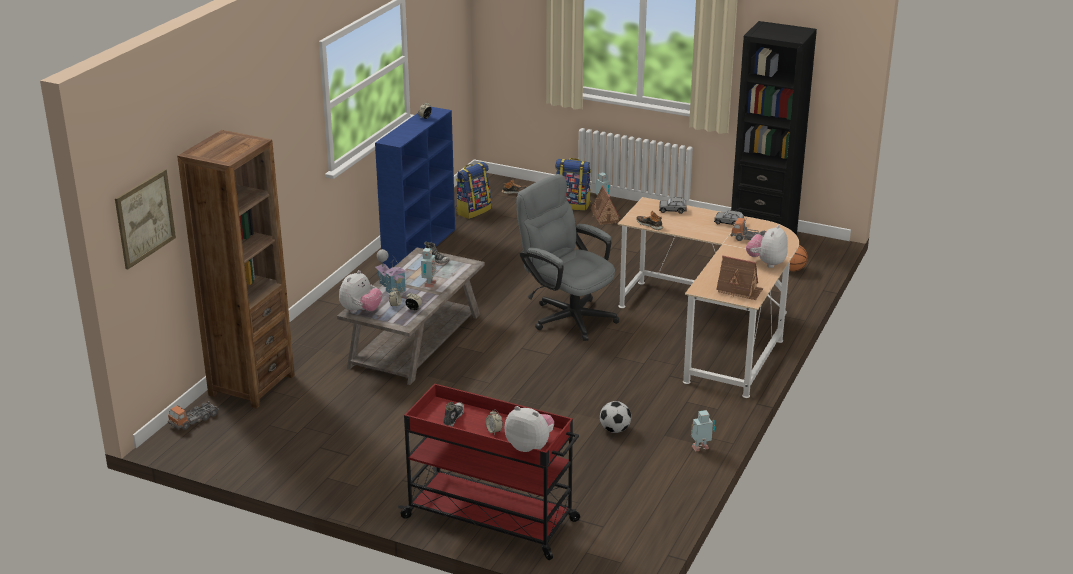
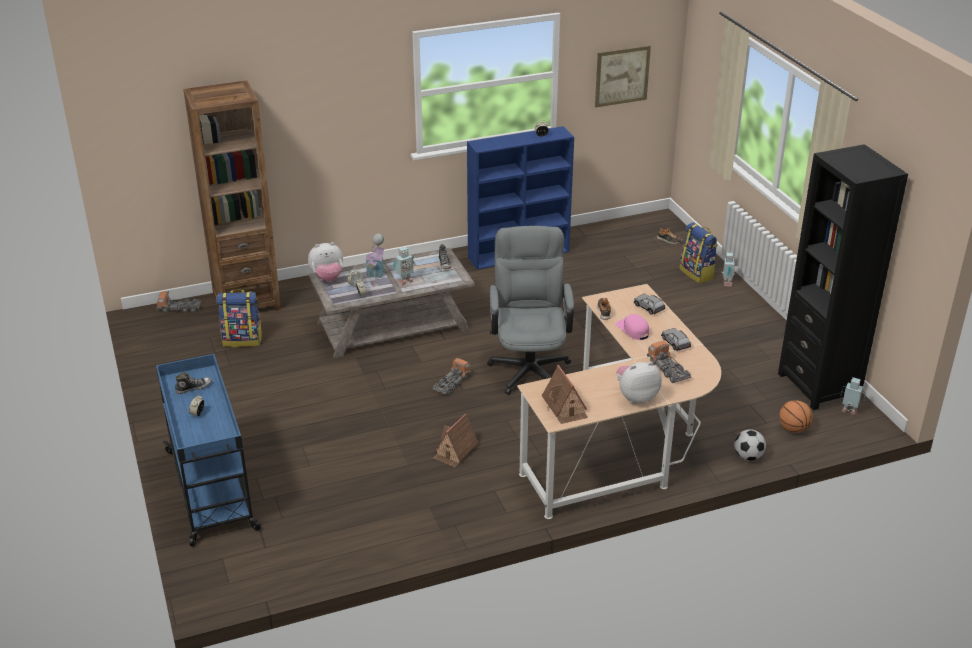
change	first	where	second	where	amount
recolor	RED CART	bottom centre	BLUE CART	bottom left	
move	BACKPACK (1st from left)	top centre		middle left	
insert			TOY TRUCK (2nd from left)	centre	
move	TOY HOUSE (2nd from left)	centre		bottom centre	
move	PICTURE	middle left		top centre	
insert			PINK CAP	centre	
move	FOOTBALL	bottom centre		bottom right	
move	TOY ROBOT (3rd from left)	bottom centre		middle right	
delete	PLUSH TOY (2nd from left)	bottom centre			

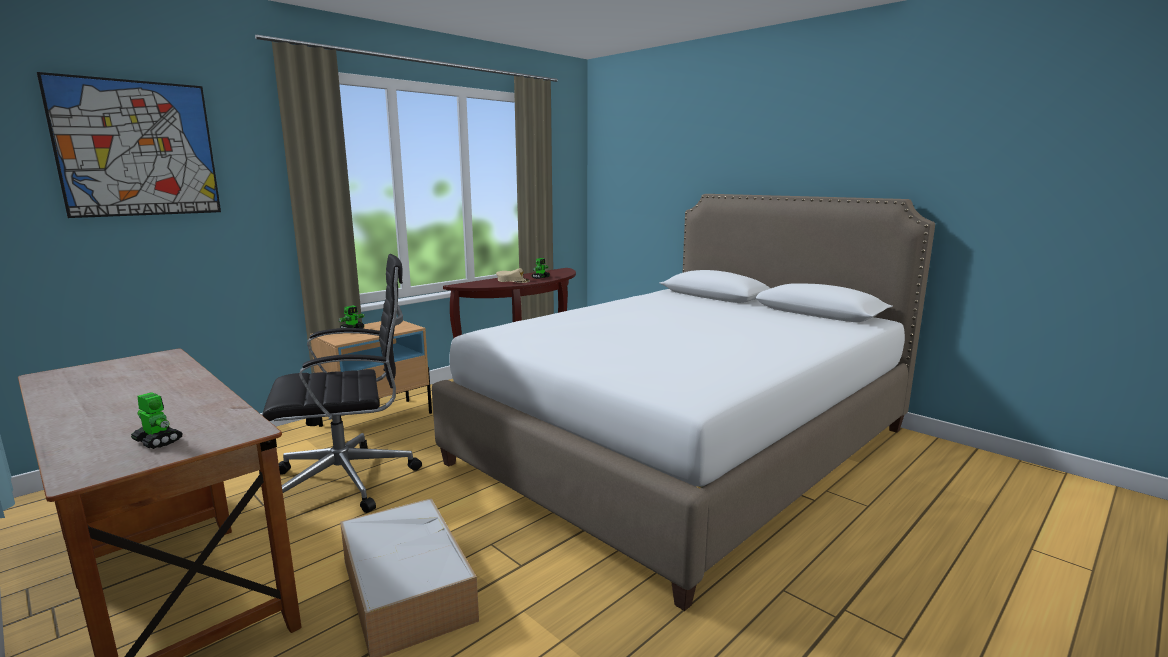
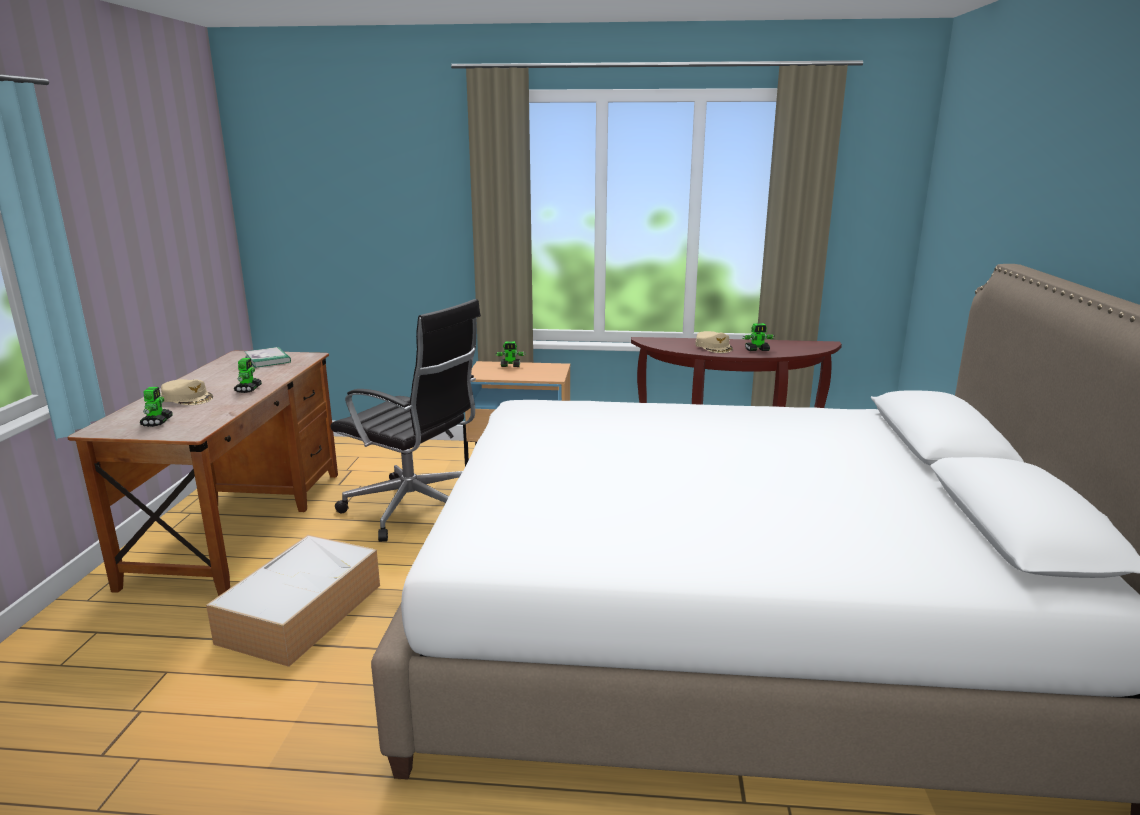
change	first	where	second	where	amount
insert			BEIGE CAP (1st from left)	middle left	
insert			TOY ROBOT (2nd from left)	middle left	
insert			BOOK	middle left	
delete	PICTURE	top left			

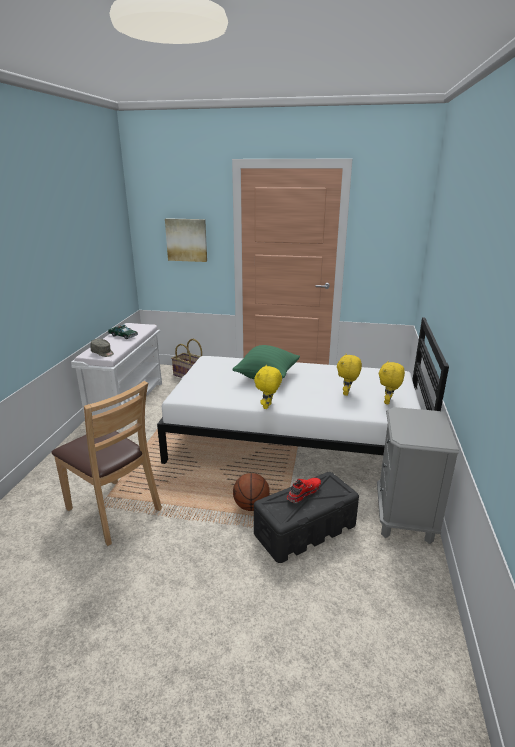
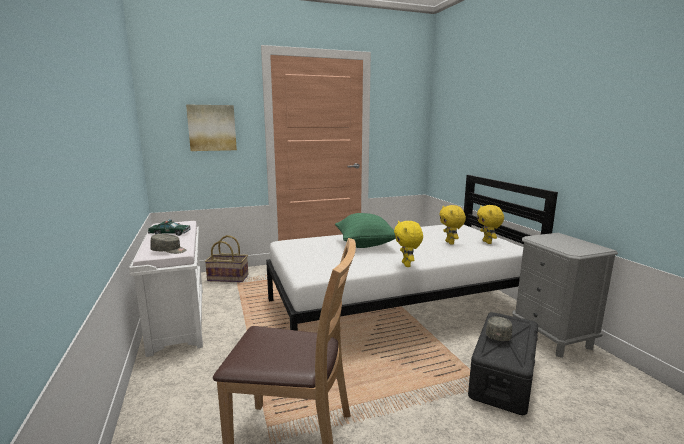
change	first	where	second	where	amount
replace	RED SHOE	centre	GREY CAP (2nd from left)	bottom right	
delete	BASKETBALL	centre			

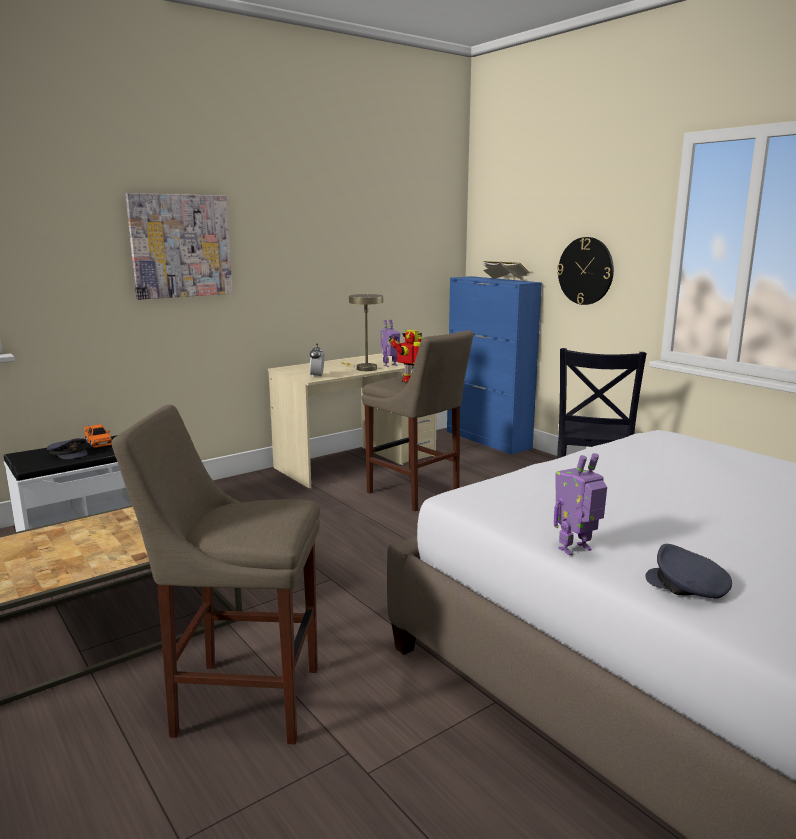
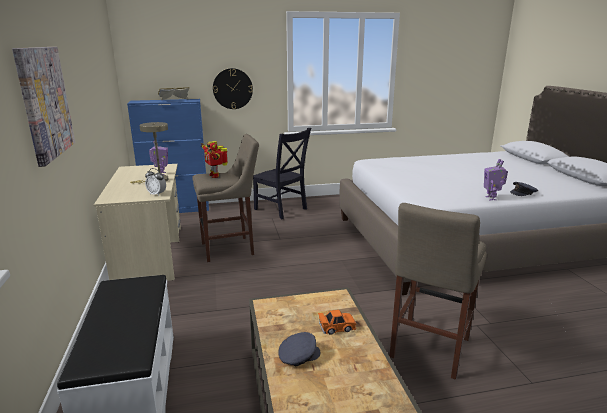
change	first	where	second	where	amount
move	GREY CAP (1st from left)	middle left		bottom centre	
move	ORANGE TOY CAR	middle left		bottom centre	

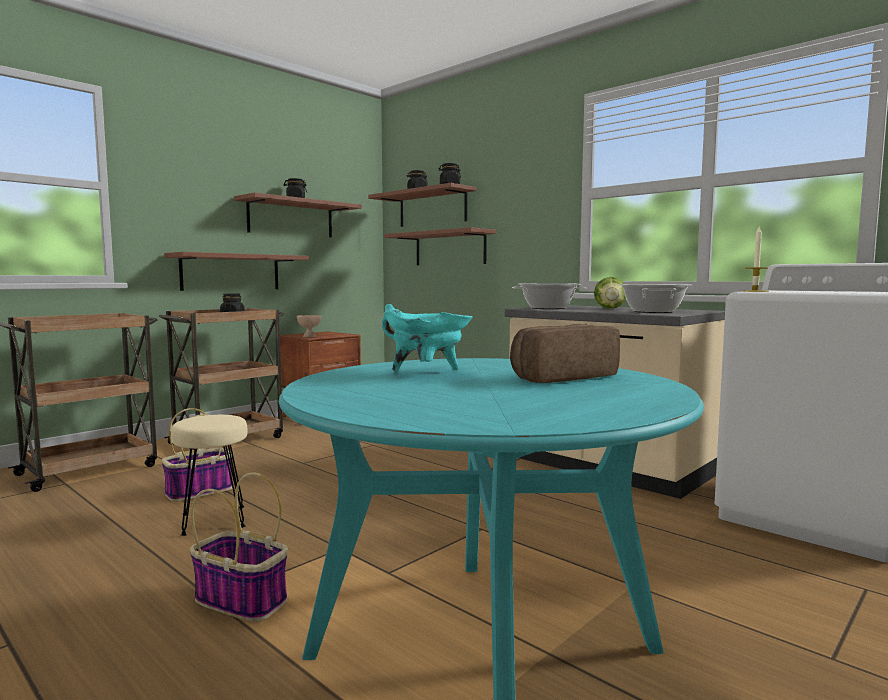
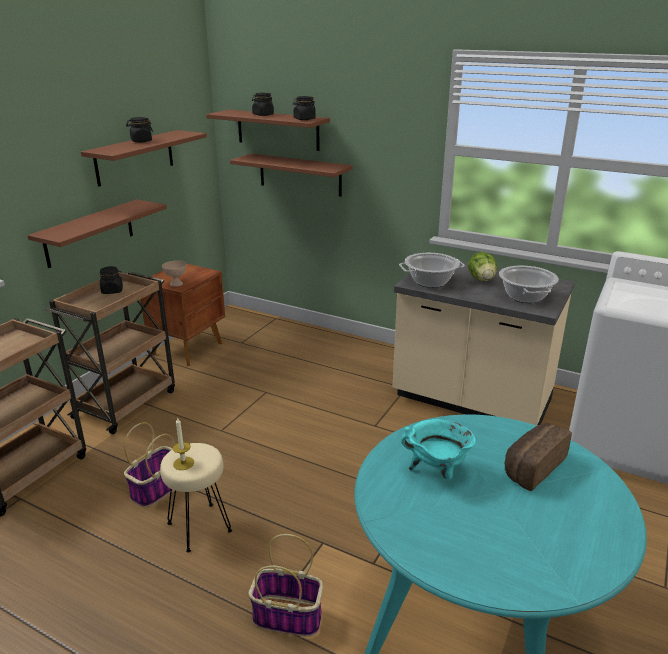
change	first	where	second	where	amount
move	CANDLE	middle right		bottom left	

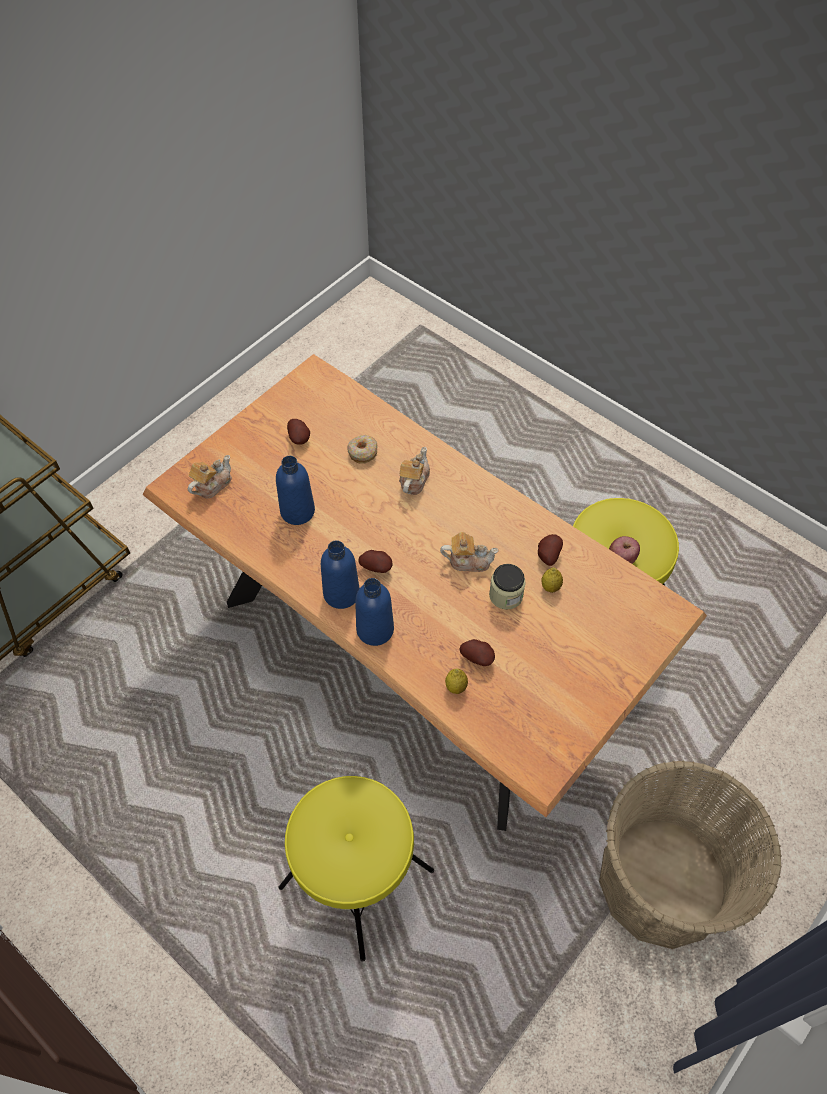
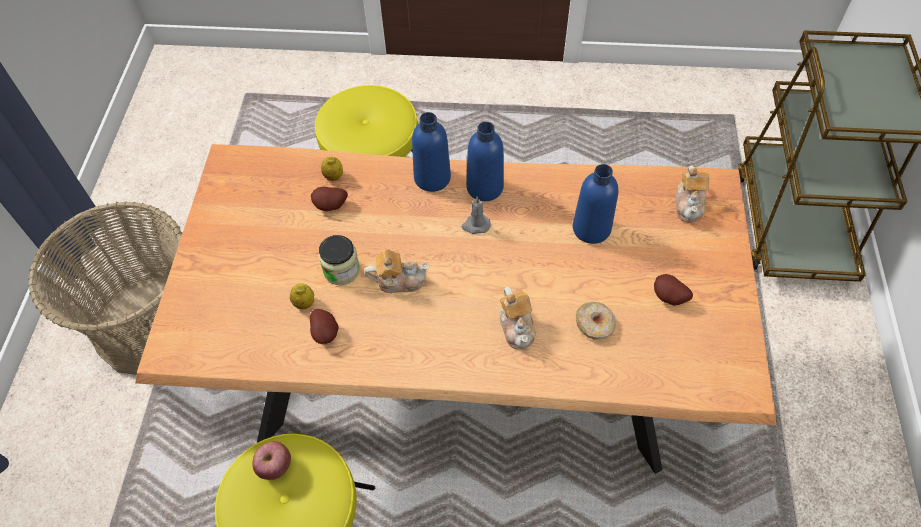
change	first	where	second	where	amount
rotate	TEAPOT (3rd from left in the first image)	centre	TEAPOT (1st from left)	centre	150 degrees counterclockwise
replace	POTATO (2nd from left)	centre	GREY CANDLE	centre	

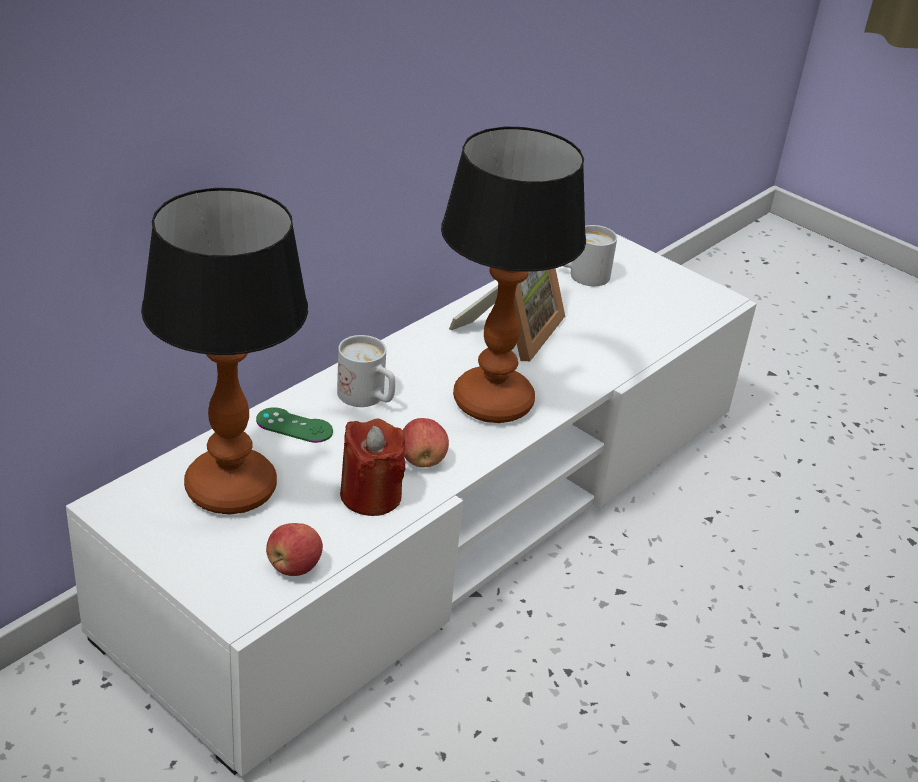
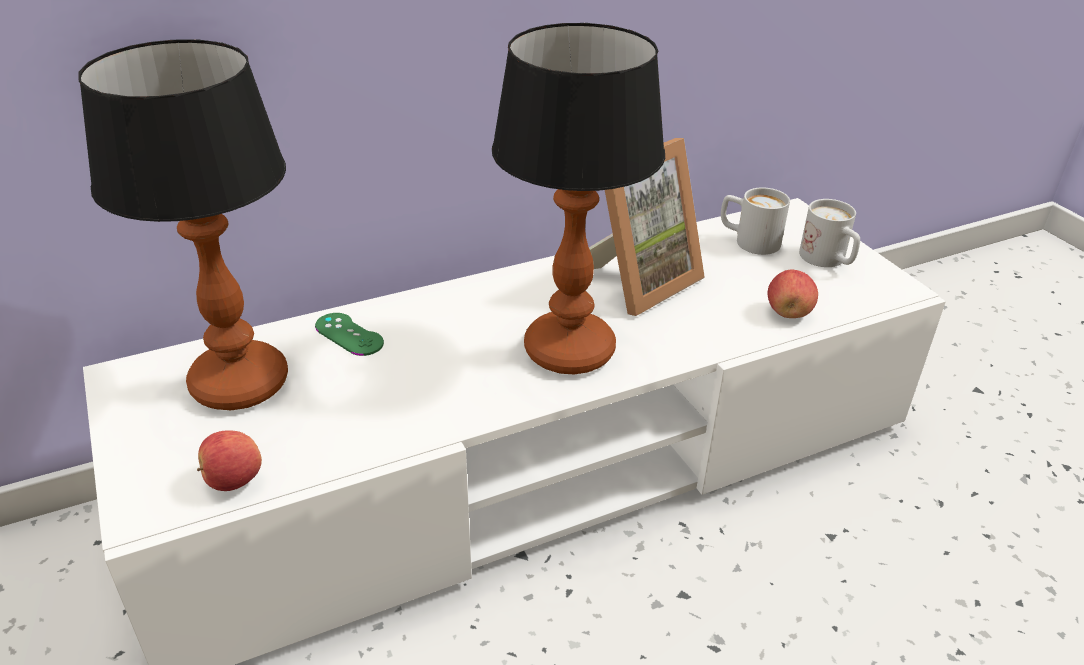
change	first	where	second	where	amount
move	APPLE (2nd from left)	centre		middle right	
move	WHITE MUG (1st from left in the first image)	centre	WHITE MUG (2nd from left)	middle right	
delete	RED CANDLE	centre			

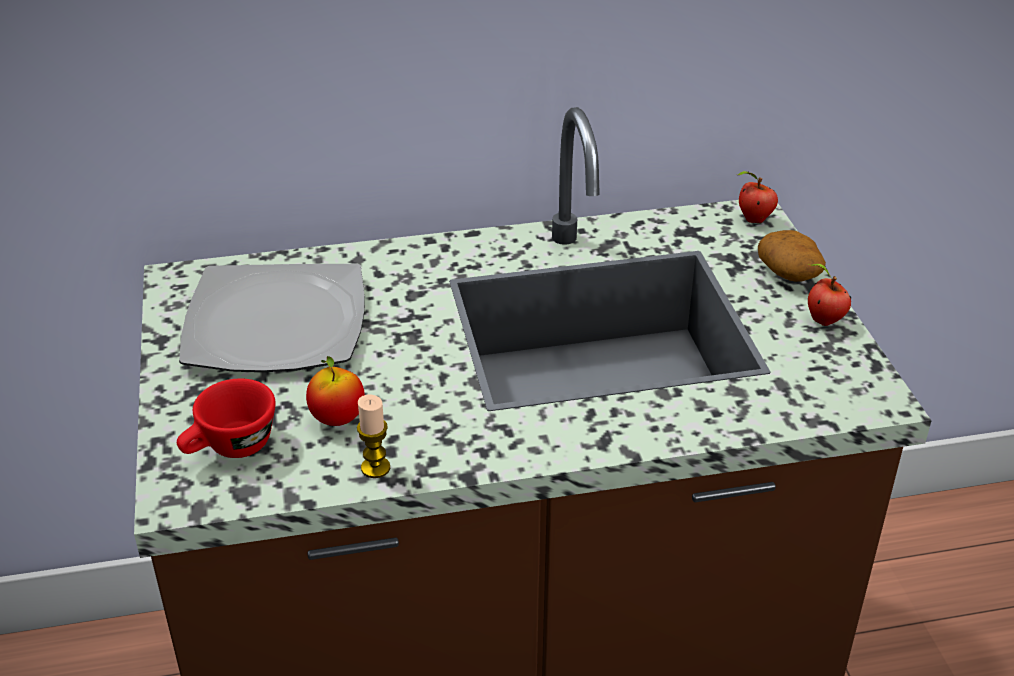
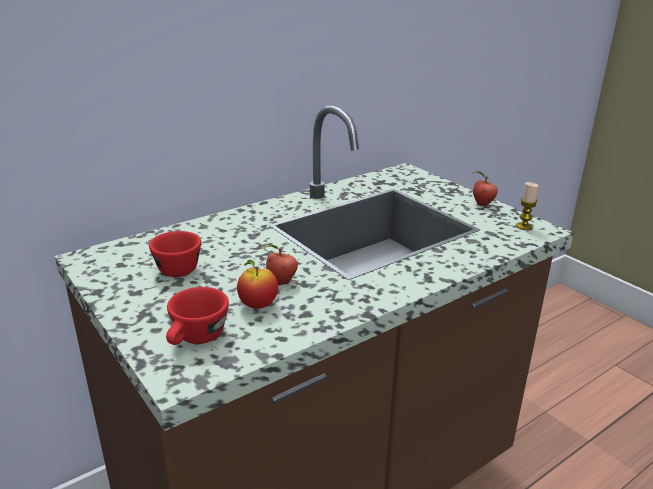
change	first	where	second	where	amount
replace	PLATE	middle left	RED CUP (1st from left)	middle left	
move	APPLE (2nd from left)	top right		centre	
move	CANDLE	centre		middle right	
delete	POTATO	middle right			

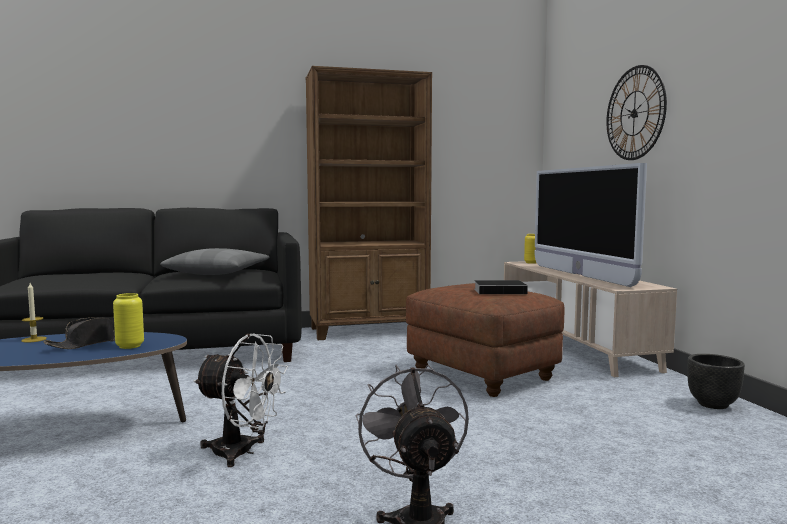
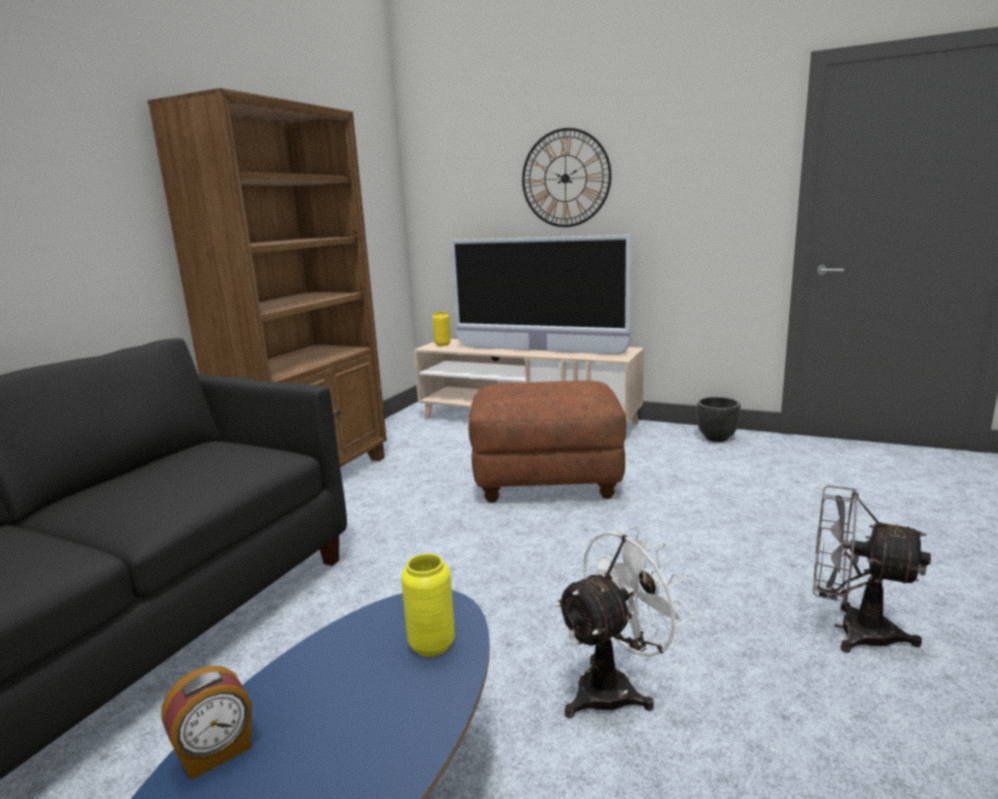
change	first	where	second	where	amount
replace	CANDLE	middle left	ALARM CLOCK	bottom left	
delete	BLACK HAT	middle left			
delete	GREY PILLOW	middle left			
delete	BOOK	centre			

